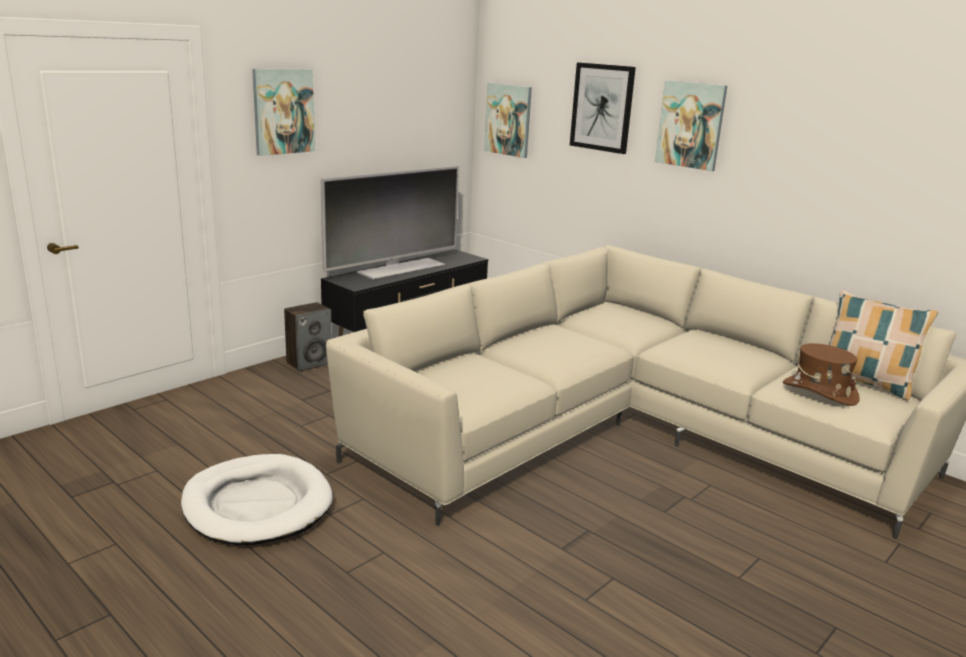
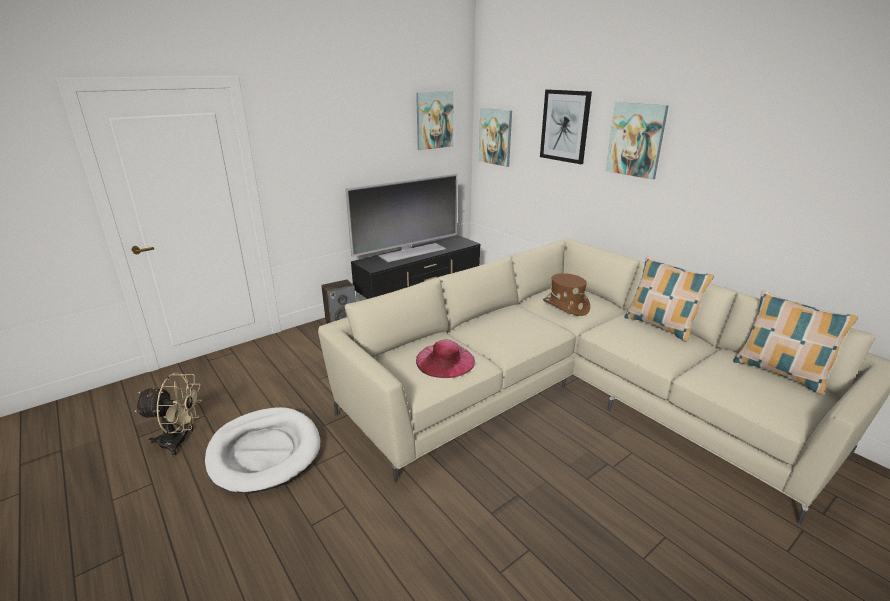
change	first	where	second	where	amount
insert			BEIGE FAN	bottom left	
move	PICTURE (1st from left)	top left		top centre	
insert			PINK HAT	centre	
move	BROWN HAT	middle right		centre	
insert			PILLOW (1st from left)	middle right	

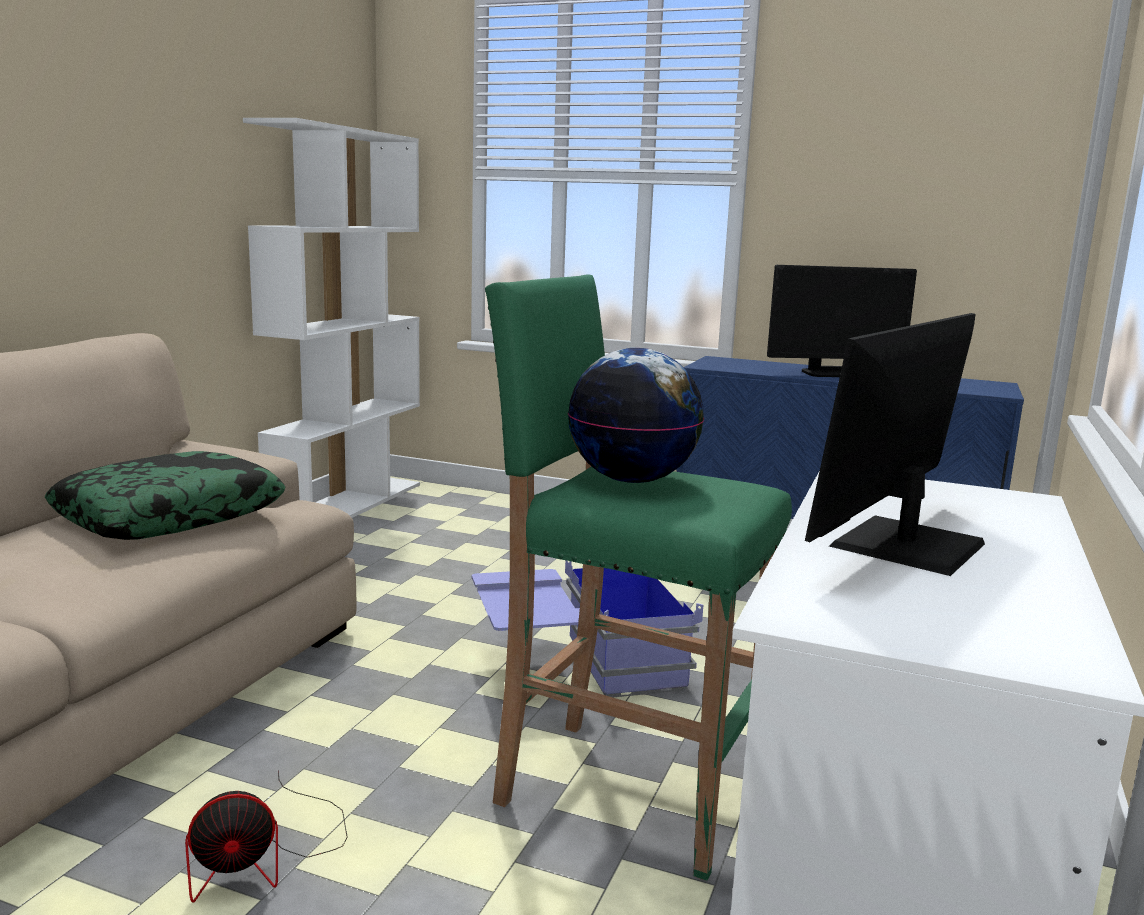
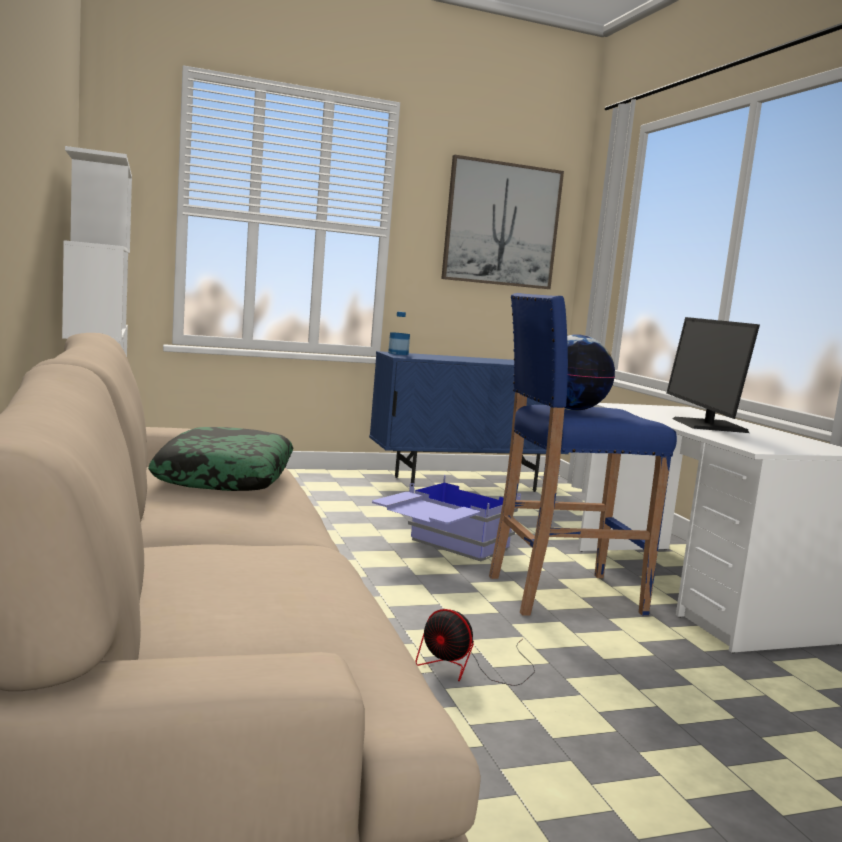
change	first	where	second	where	amount
insert			BOTTLE	centre	
rotate	FAN	bottom left		bottom centre	90 degrees clockwise
insert			PICTURE	top centre	
recolor	GREEN STOOL	centre	BLUE STOOL	middle right	
delete	MONITOR (1st from left)	middle right			

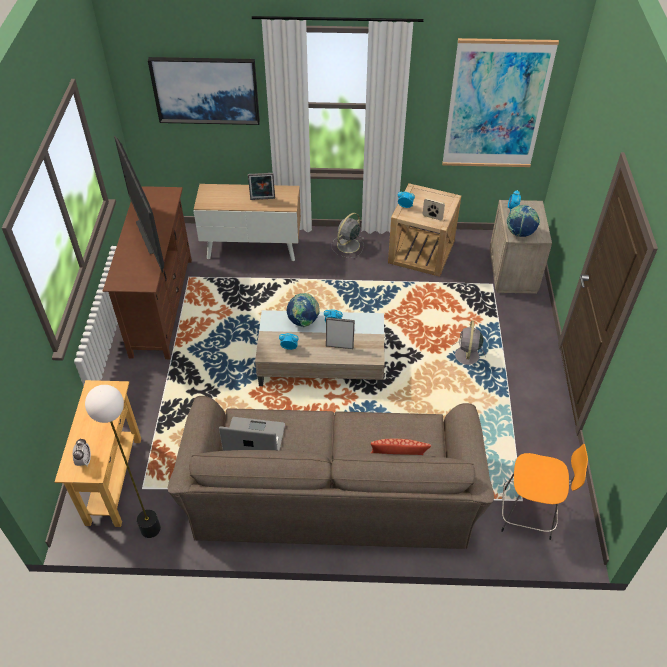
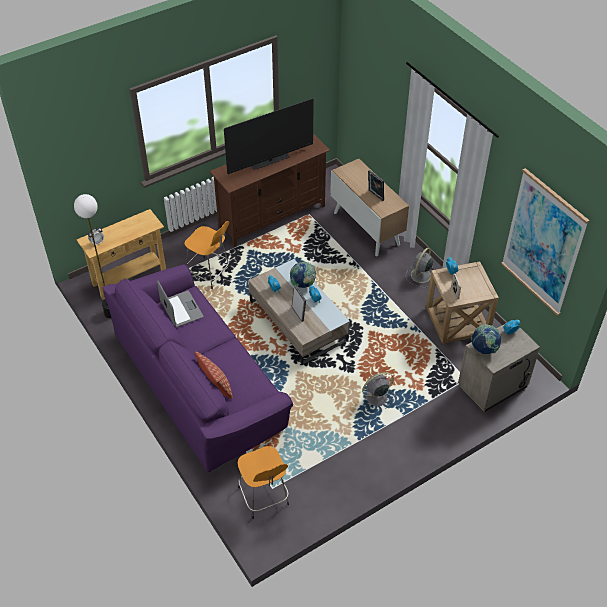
change	first	where	second	where	amount
recolor	BROWN SOFA	bottom centre	PURPLE SOFA	middle left	
insert			ORANGE STOOL (1st from left)	centre	
rotate	TELEVISION	top left		top centre	150 degrees counterclockwise
rotate	GREY FAN (1st from left in the first image)	centre	GREY FAN (2nd from left)	middle right	60 degrees counterclockwise
delete	PICTURE (1st from left)	top left			

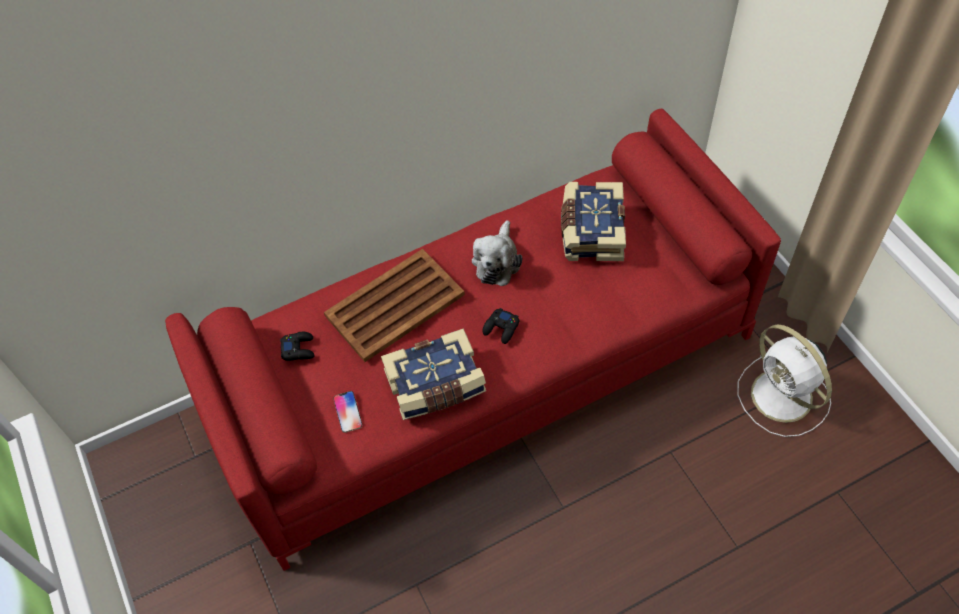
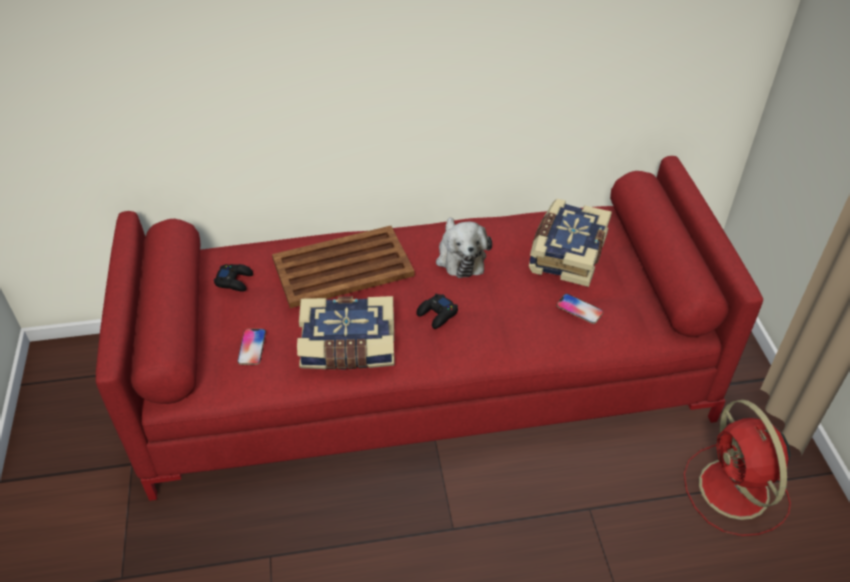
change	first	where	second	where	amount
rotate	PLUSH TOY	centre		centre	45 degrees counterclockwise
insert			PHONE (2nd from left)	middle right	
recolor	WHITE FAN	middle right	RED FAN	bottom right	

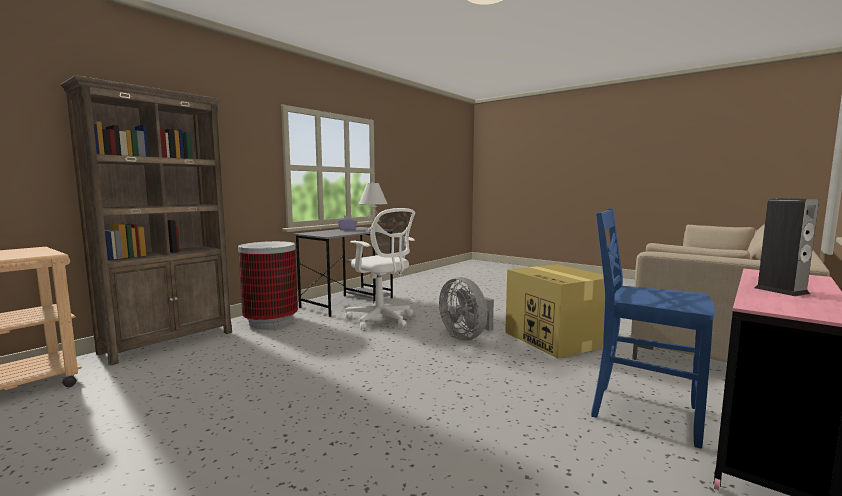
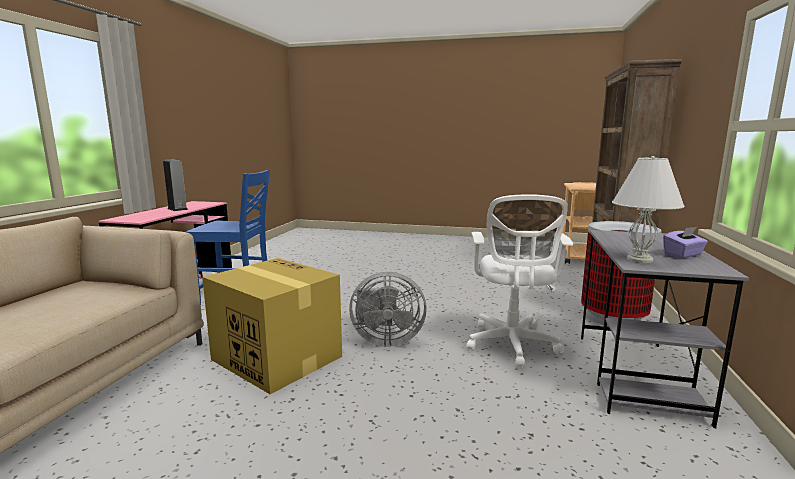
change	first	where	second	where	amount
rotate	GREY FAN	centre		centre	150 degrees clockwise
rotate	WHITE OFFICE CHAIR	centre		centre	105 degrees counterclockwise

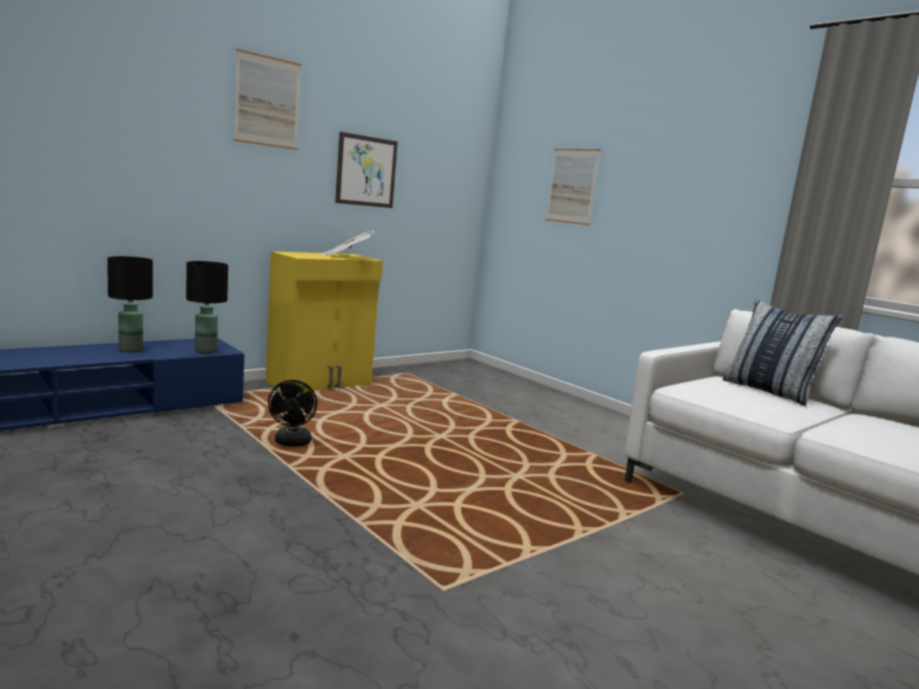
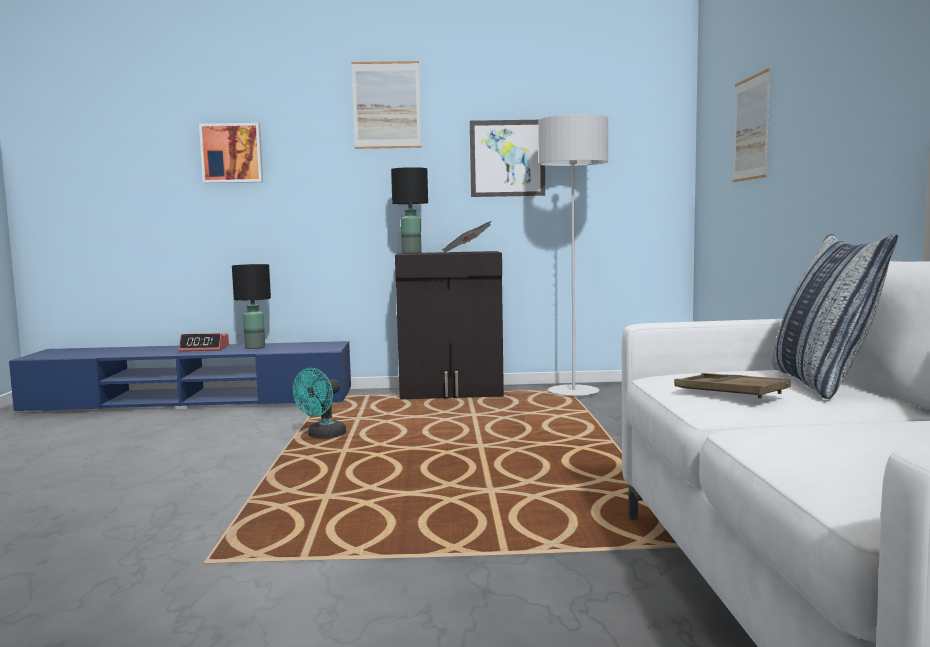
change	first	where	second	where	amount
insert			ALARM CLOCK	middle left	
insert			PICTURE (1st from left)	top left	
recolor	BLACK FAN	middle left	TURQUOISE FAN	centre	
move	BLACK TABLE LAMP (2nd from left)	middle left		top centre	
recolor	YELLOW CABINET	centre	BLACK CABINET	centre	
insert			GREY FLOOR LAMP	centre	
insert			BROWN TRAY	middle right	

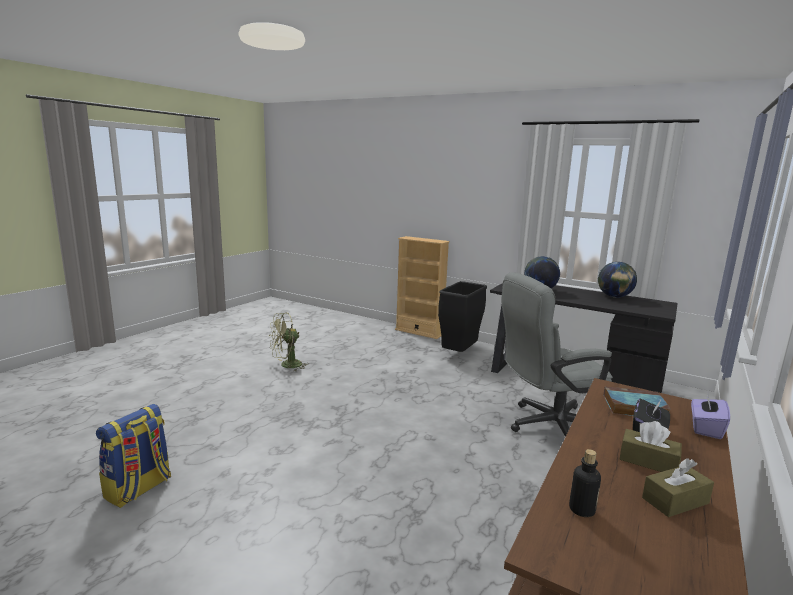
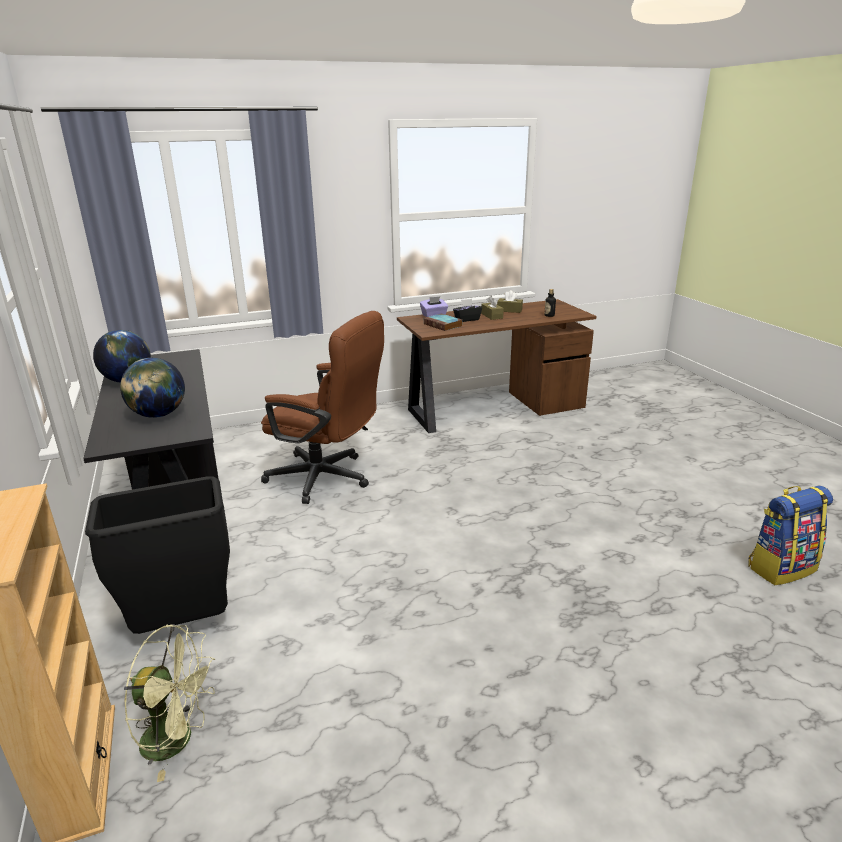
change	first	where	second	where	amount
move	GREEN FAN	centre		bottom left	
recolor	GREY OFFICE CHAIR	middle right	BROWN OFFICE CHAIR	centre	

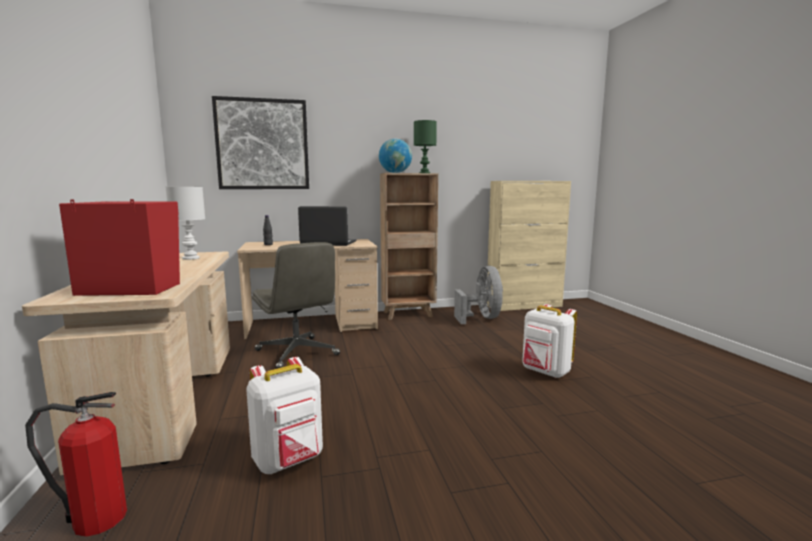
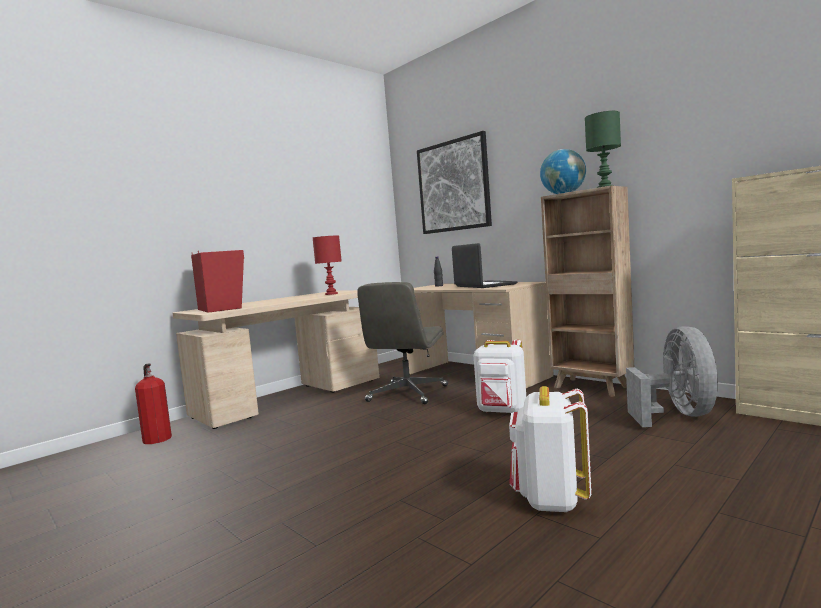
change	first	where	second	where	amount
recolor	WHITE TABLE LAMP	middle left	RED TABLE LAMP	centre	
move	WHITE BACKPACK (1st from left)	bottom centre		centre	
rotate	GREY FAN	centre		middle right	45 degrees counterclockwise

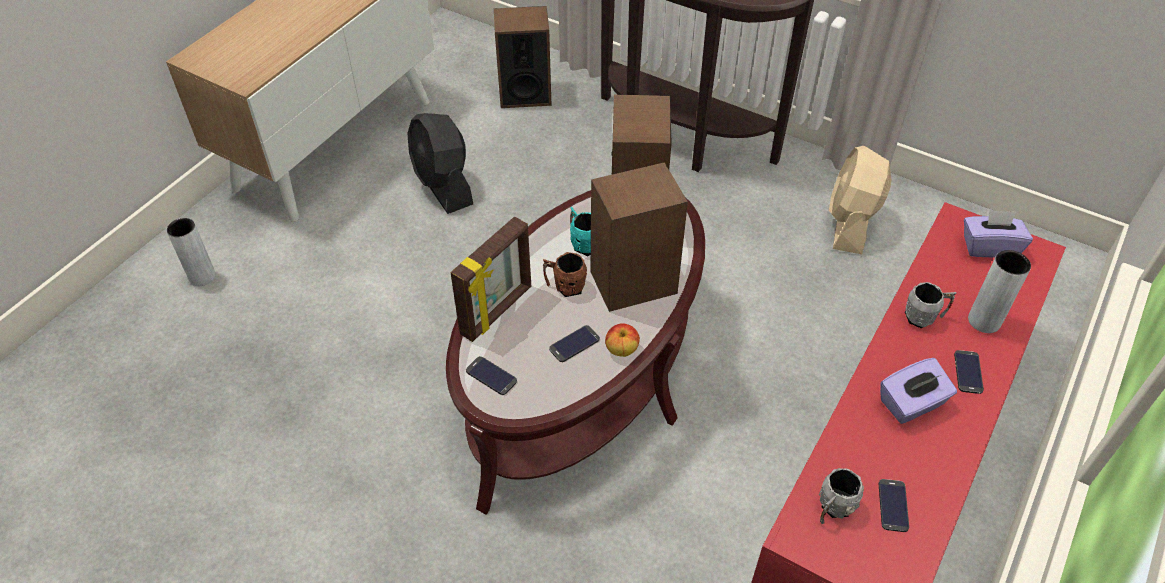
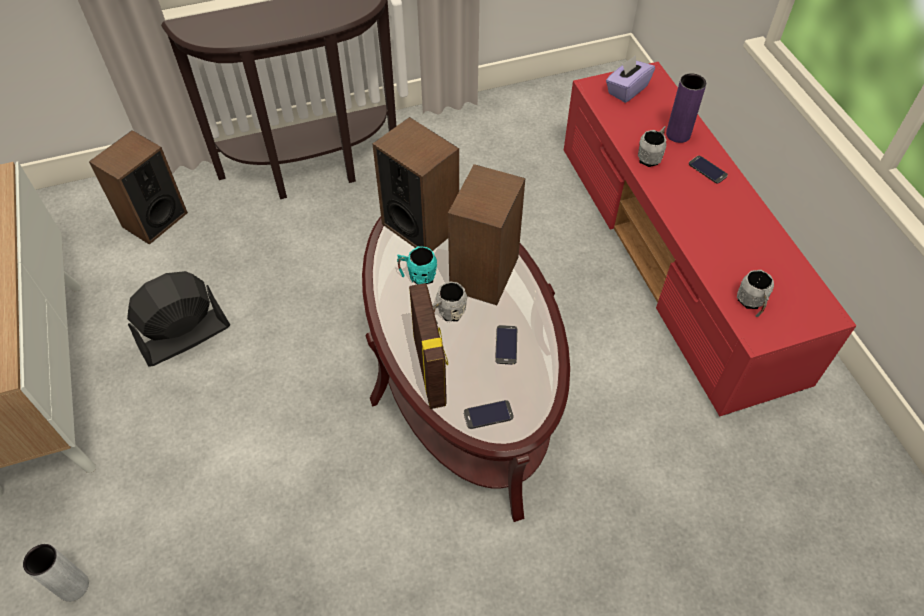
change	first	where	second	where	amount
rotate	BLACK FAN	top centre		middle left	135 degrees clockwise
recolor	BROWN MUG	centre	GREY MUG (1st from left)	centre	
recolor	GREY VASE (2nd from left)	middle right	PURPLE VASE	top right	
delete	APPLE	centre			
delete	BEIGE FAN	middle right			
delete	PHONE (3rd from left)	bottom right			
delete	PURPLE TISSUE BOX (1st from left)	bottom right			

